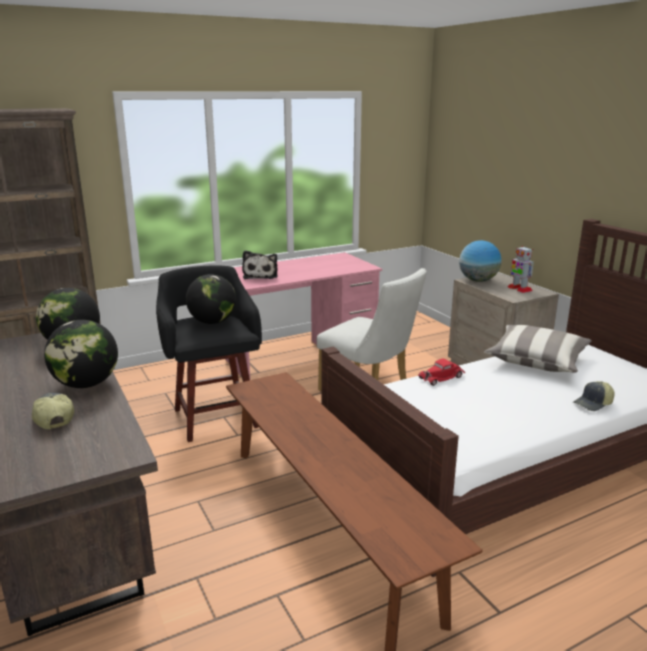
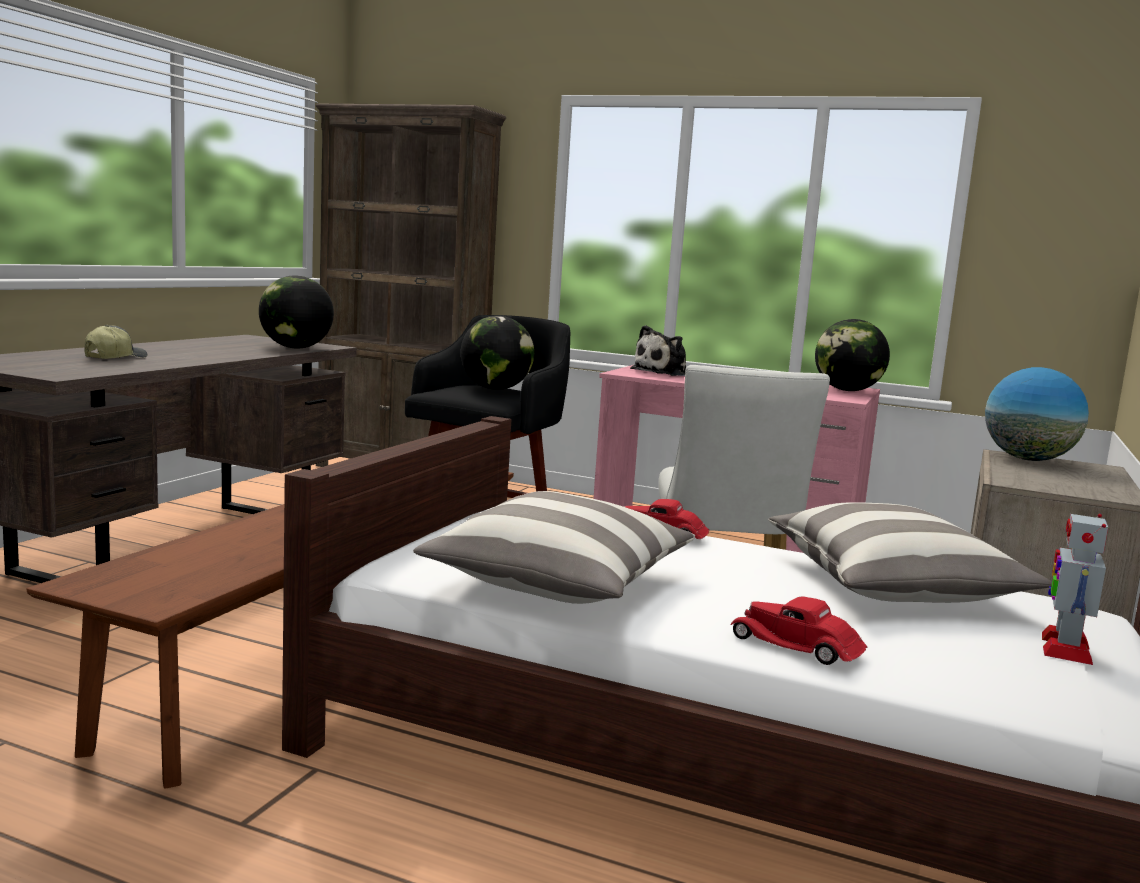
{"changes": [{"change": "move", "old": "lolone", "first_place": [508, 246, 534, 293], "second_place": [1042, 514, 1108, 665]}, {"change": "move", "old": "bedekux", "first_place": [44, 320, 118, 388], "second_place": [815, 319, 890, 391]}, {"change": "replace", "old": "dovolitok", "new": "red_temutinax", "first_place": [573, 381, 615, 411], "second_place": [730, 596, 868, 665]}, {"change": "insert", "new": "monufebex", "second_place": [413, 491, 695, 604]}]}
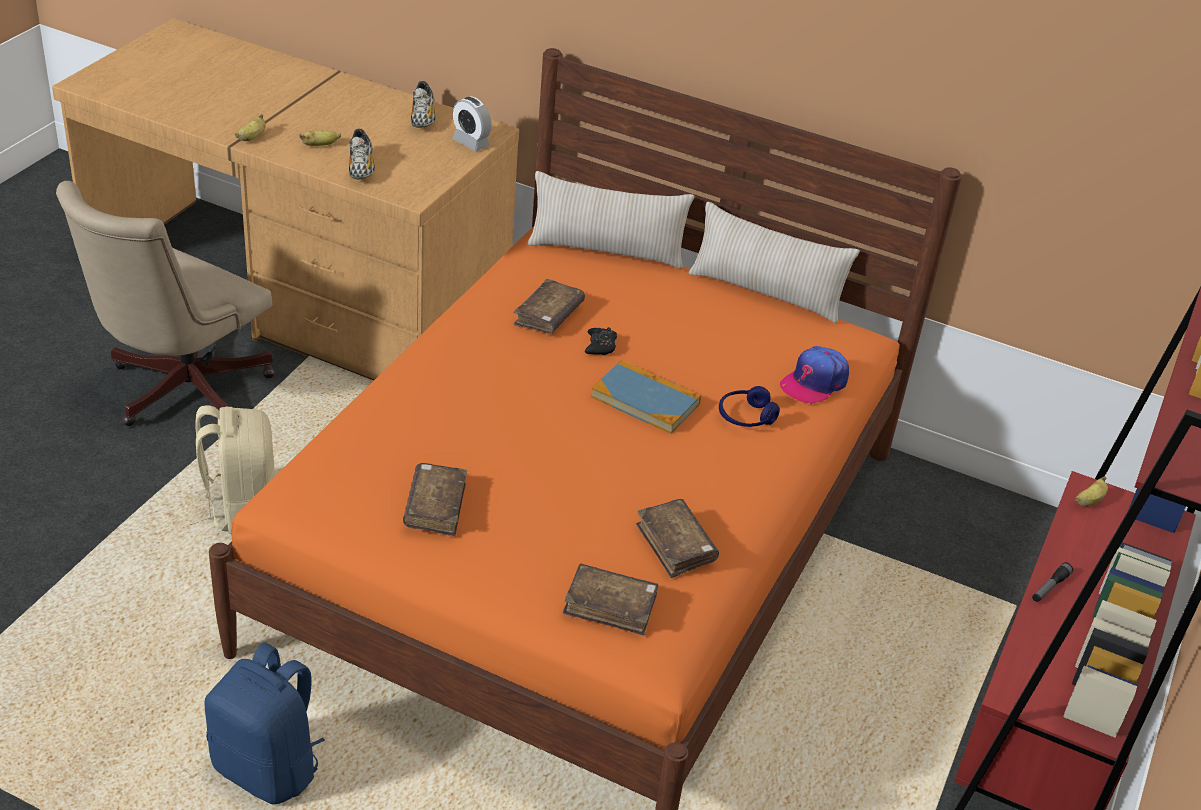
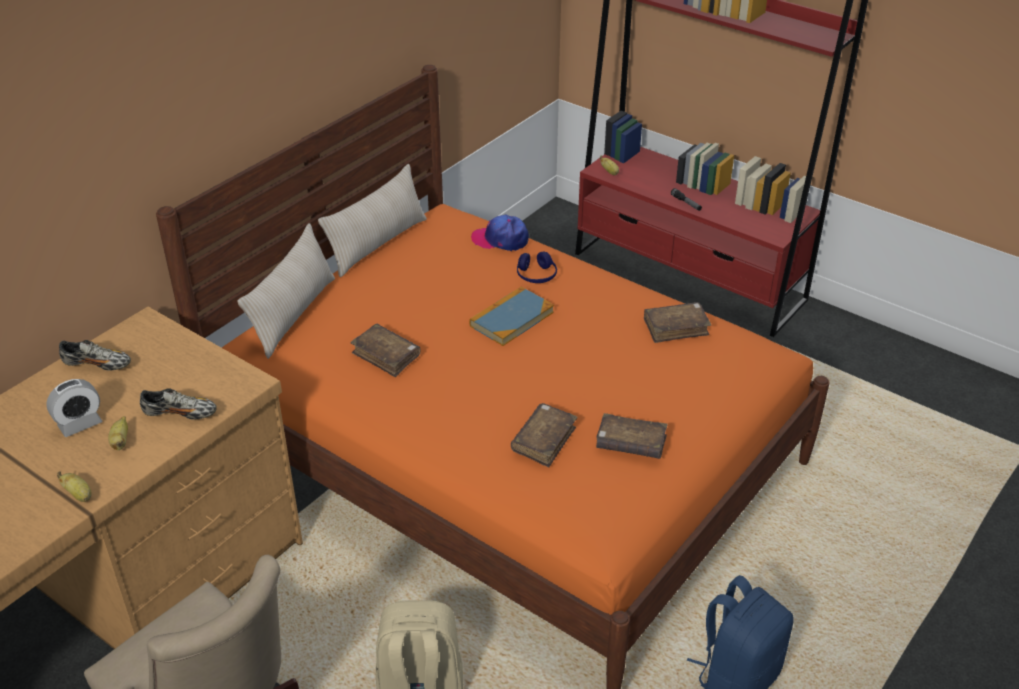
{"changes": [{"change": "move", "old": "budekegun", "first_place": [452, 97, 491, 151], "second_place": [46, 379, 102, 437]}, {"change": "delete", "old": "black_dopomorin", "first_place": [585, 327, 617, 355]}, {"change": "rotate", "old": "dovolitok", "first_place": [780, 346, 849, 404], "second_place": [471, 214, 529, 251], "degrees": 135}, {"change": "move", "old": "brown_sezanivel", "first_place": [563, 563, 658, 635], "second_place": [511, 403, 577, 467]}]}
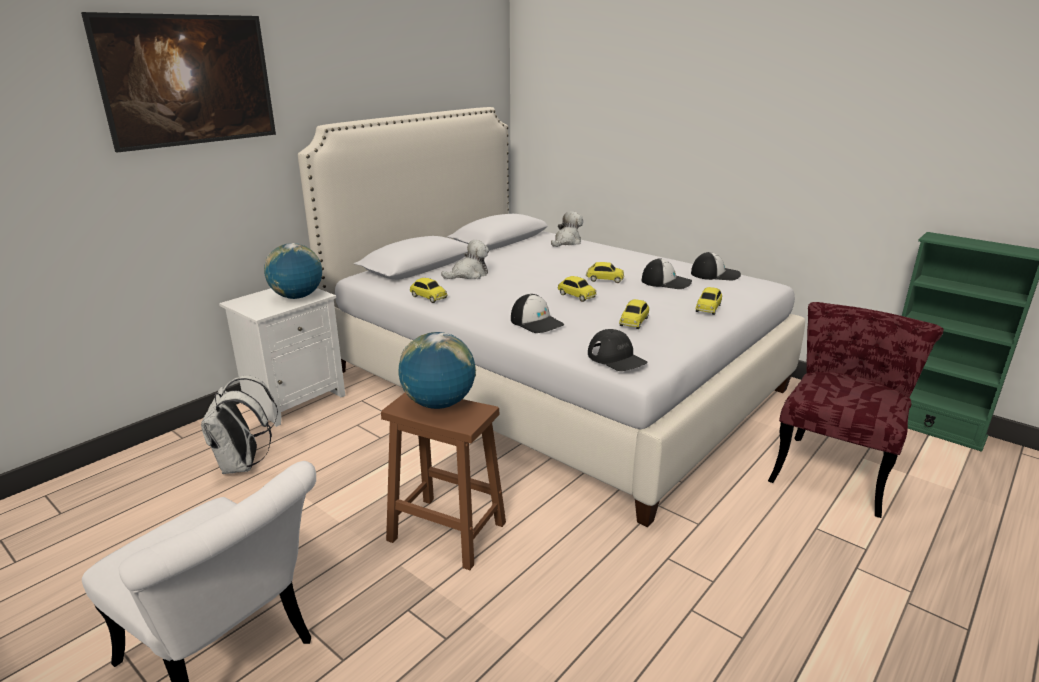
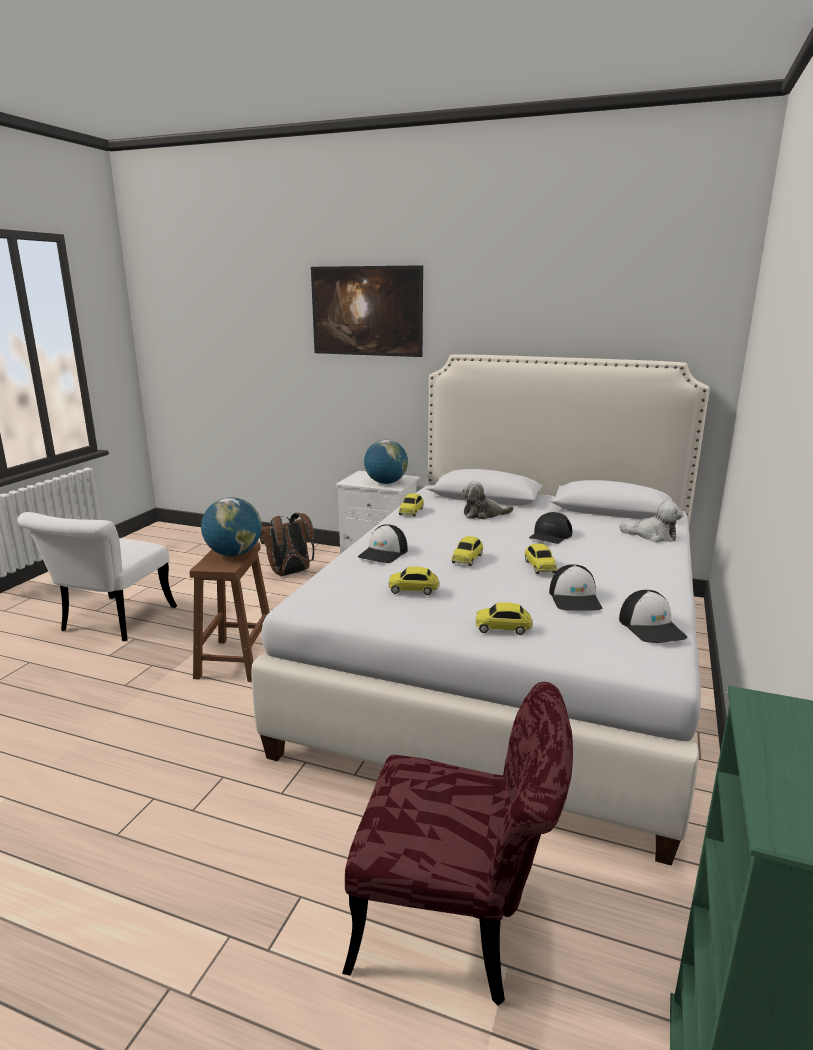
{"changes": [{"change": "rotate", "old": "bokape", "first_place": [441, 240, 489, 279], "second_place": [461, 481, 514, 519], "degrees": 135}, {"change": "move", "old": "black_dovolitok", "first_place": [588, 329, 647, 371], "second_place": [529, 512, 572, 544]}, {"change": "recolor", "old": "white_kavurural", "new": "brown_kavurural", "first_place": [201, 375, 278, 474], "second_place": [260, 513, 314, 576]}]}
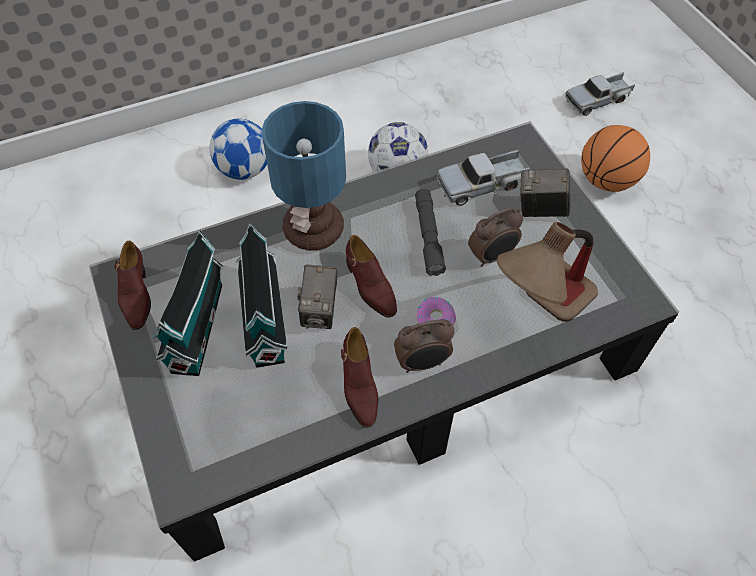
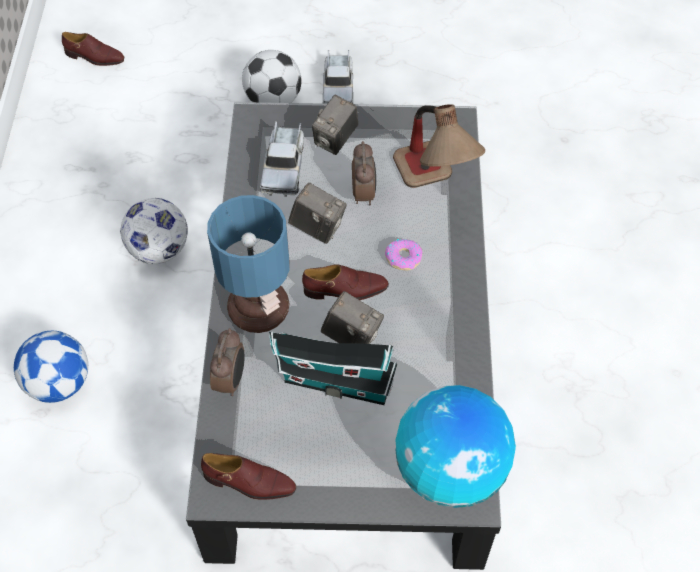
{"changes": [{"change": "move", "old": "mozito", "first_place": [565, 72, 635, 116], "second_place": [323, 50, 353, 104]}, {"change": "replace", "old": "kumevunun", "new": "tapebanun", "first_place": [581, 125, 650, 192], "second_place": [242, 50, 302, 103]}, {"change": "replace", "old": "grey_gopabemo", "new": "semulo", "first_place": [415, 189, 446, 276], "second_place": [288, 183, 347, 244]}, {"change": "delete", "old": "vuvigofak", "first_place": [153, 230, 223, 376]}, {"change": "move", "old": "budekegun", "first_place": [394, 319, 454, 373], "second_place": [210, 328, 244, 396]}, {"change": "move", "old": "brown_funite", "first_place": [341, 327, 378, 428], "second_place": [62, 32, 124, 66]}, {"change": "insert", "new": "bedekux", "second_place": [395, 385, 516, 508]}]}
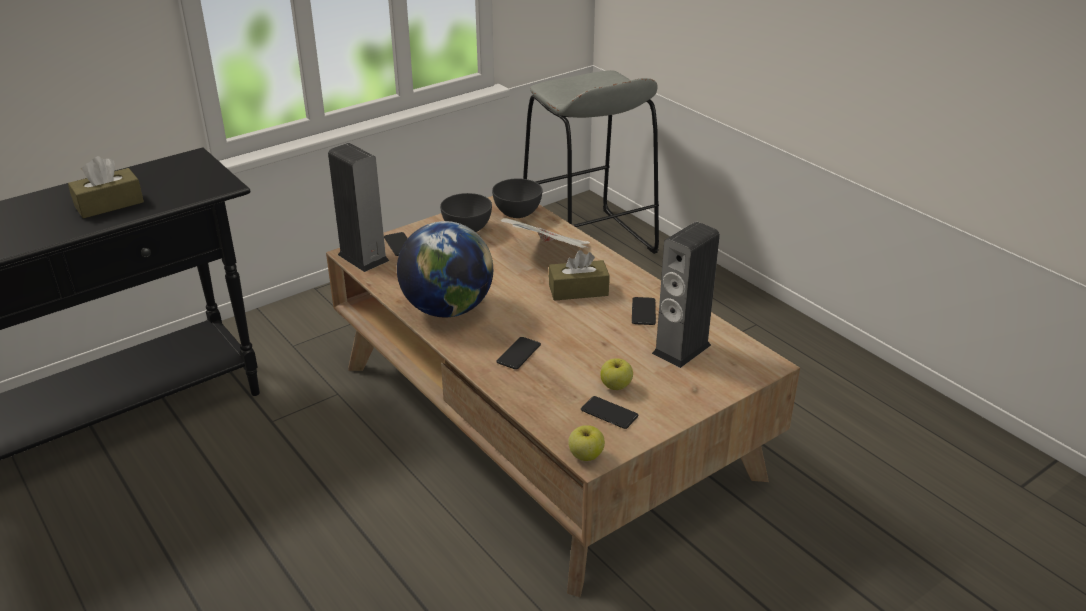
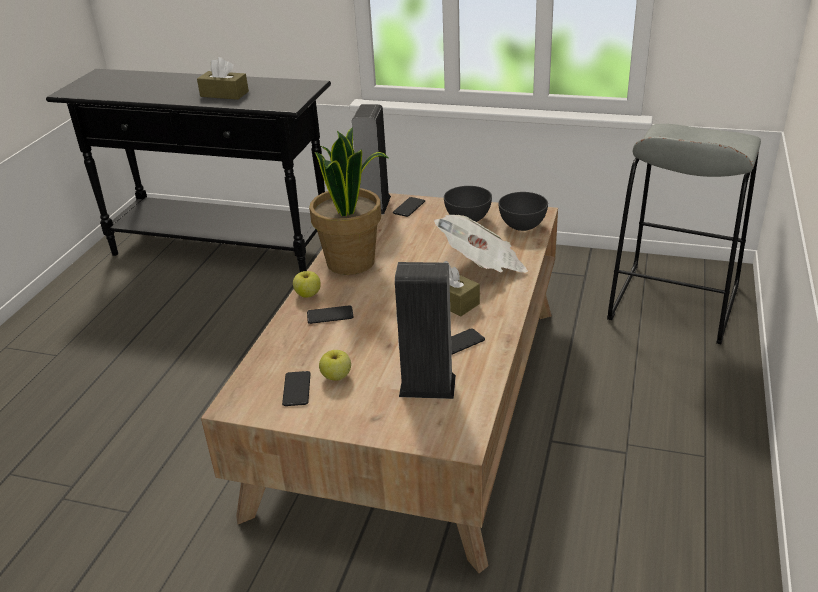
{"changes": [{"change": "replace", "old": "bedekux", "new": "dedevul", "first_place": [397, 221, 493, 317], "second_place": [309, 127, 388, 275]}, {"change": "move", "old": "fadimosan", "first_place": [568, 425, 605, 461], "second_place": [293, 271, 321, 298]}]}
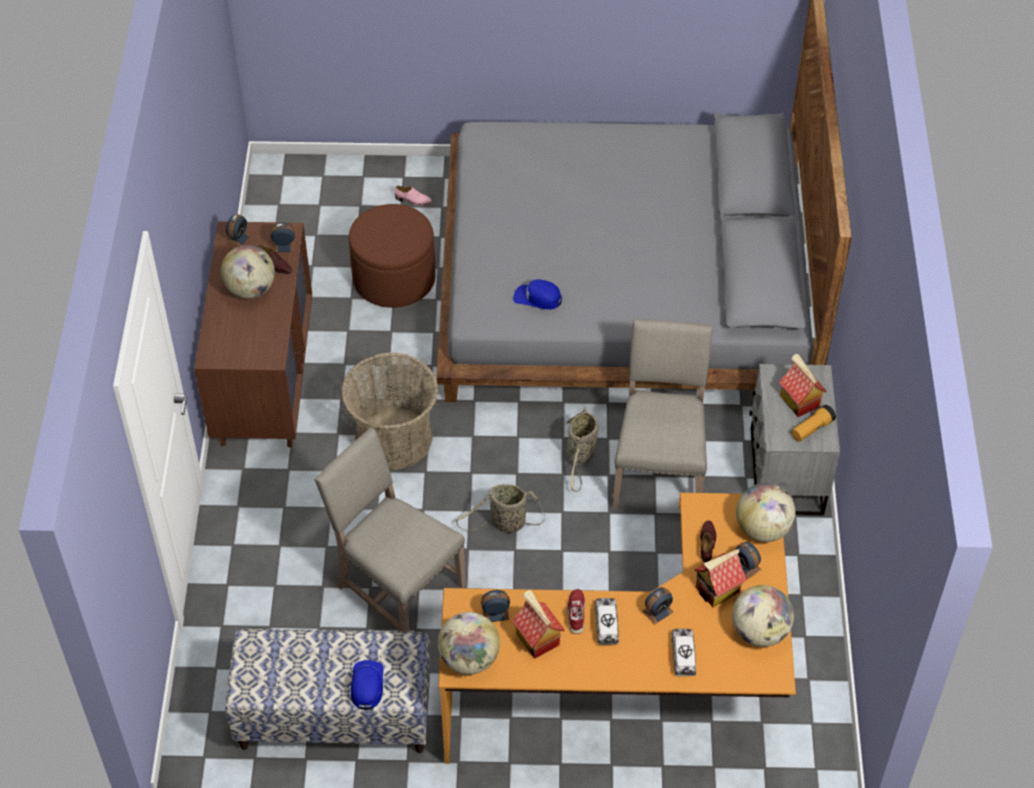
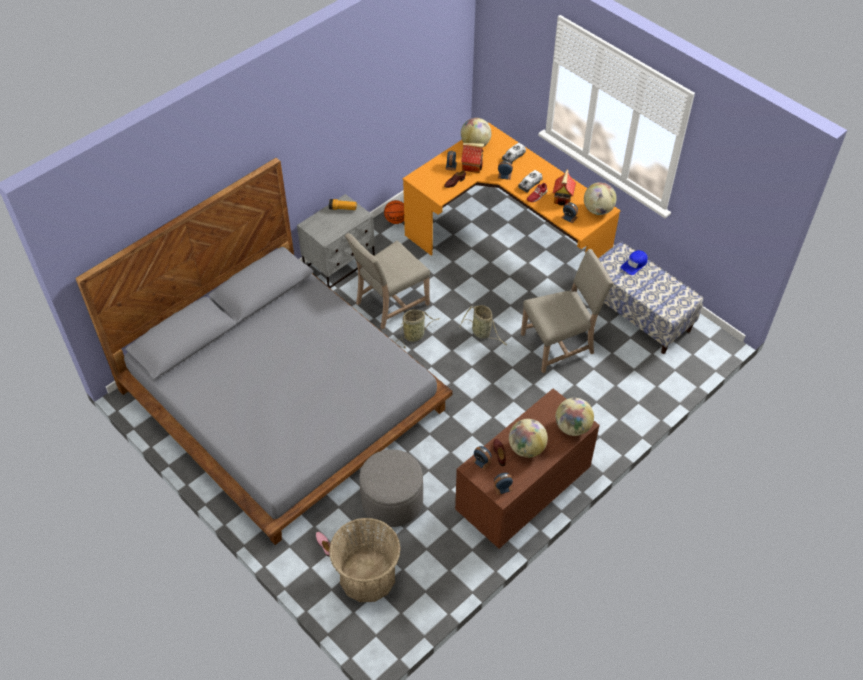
{"changes": [{"change": "recolor", "old": "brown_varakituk", "new": "grey_varakituk", "first_place": [349, 204, 436, 308], "second_place": [359, 449, 423, 527]}, {"change": "delete", "old": "blue_dovolitok", "first_place": [513, 279, 562, 310]}, {"change": "move", "old": "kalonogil", "first_place": [341, 353, 438, 471], "second_place": [329, 518, 401, 602]}, {"change": "delete", "old": "vuvigofak", "first_place": [779, 354, 827, 417]}, {"change": "rotate", "old": "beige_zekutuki", "first_place": [314, 428, 466, 632], "second_place": [521, 249, 614, 373], "degrees": -105}, {"change": "move", "old": "bedekux", "first_place": [736, 483, 796, 542], "second_place": [556, 398, 594, 436]}, {"change": "insert", "new": "kumevunun", "second_place": [384, 200, 404, 224]}]}
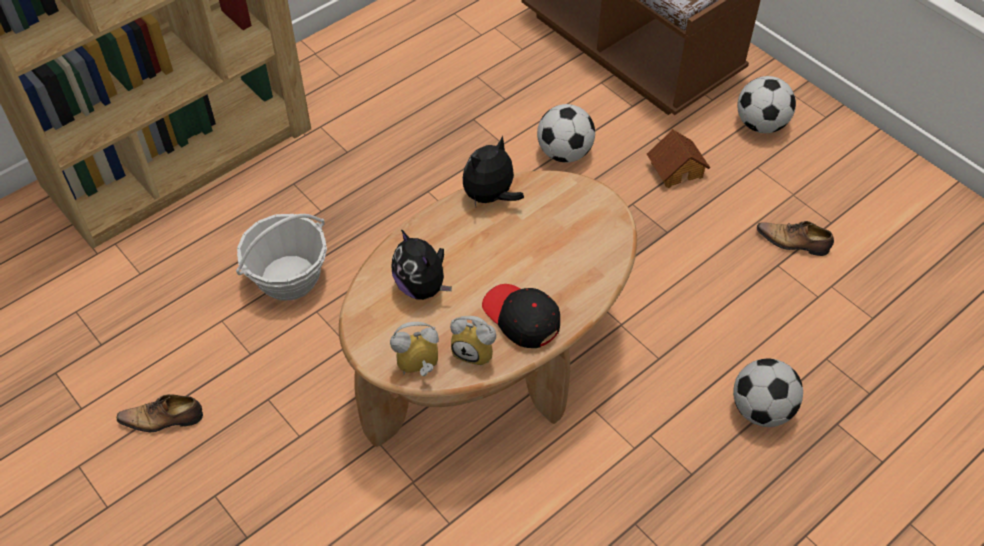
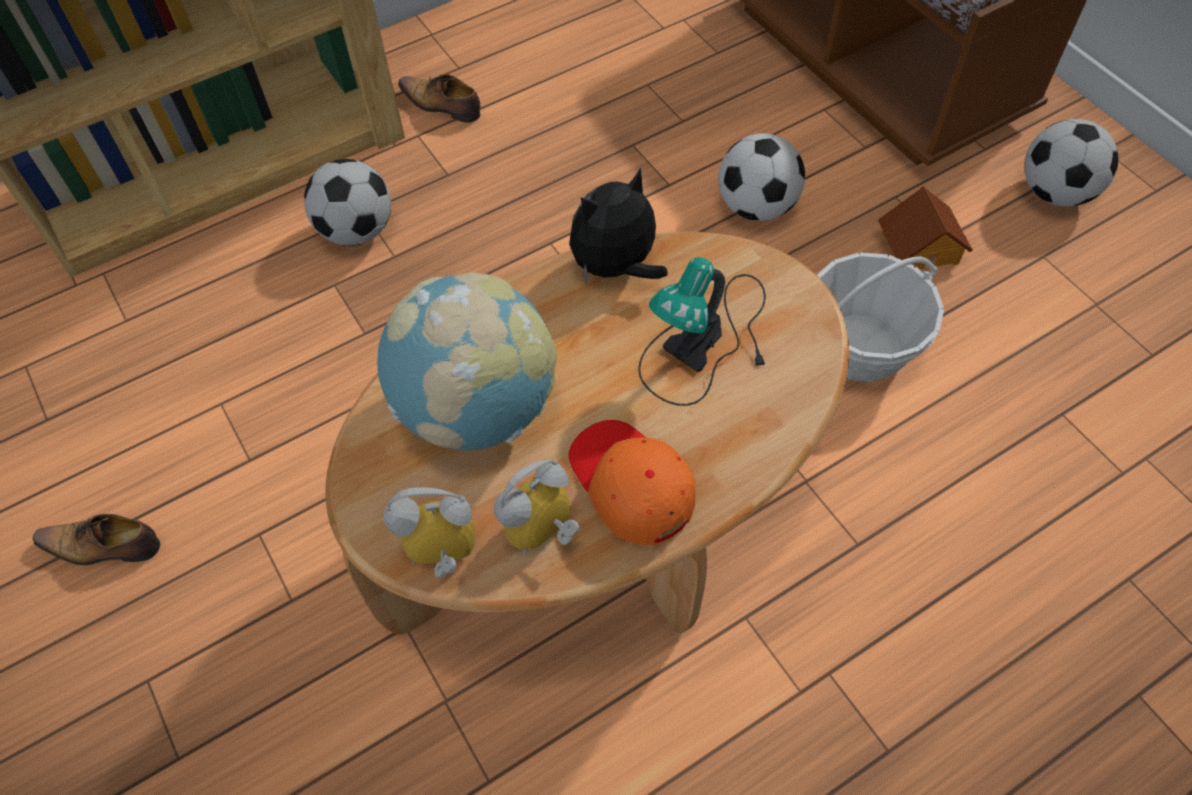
{"changes": [{"change": "move", "old": "kalonogil", "first_place": [236, 214, 327, 300], "second_place": [817, 252, 944, 382]}, {"change": "move", "old": "funite", "first_place": [757, 221, 834, 256], "second_place": [398, 74, 480, 123]}, {"change": "replace", "old": "bokape", "new": "bedekux", "first_place": [391, 229, 452, 300], "second_place": [377, 273, 557, 450]}, {"change": "recolor", "old": "black_dovolitok", "new": "orange_dovolitok", "first_place": [482, 284, 560, 348], "second_place": [568, 420, 695, 545]}, {"change": "rotate", "old": "budekegun", "first_place": [450, 316, 496, 366], "second_place": [494, 459, 579, 555], "degrees": 105}, {"change": "move", "old": "tapebanun", "first_place": [733, 358, 803, 427], "second_place": [304, 159, 391, 246]}, {"change": "insert", "new": "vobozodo", "second_place": [638, 257, 766, 406]}]}
